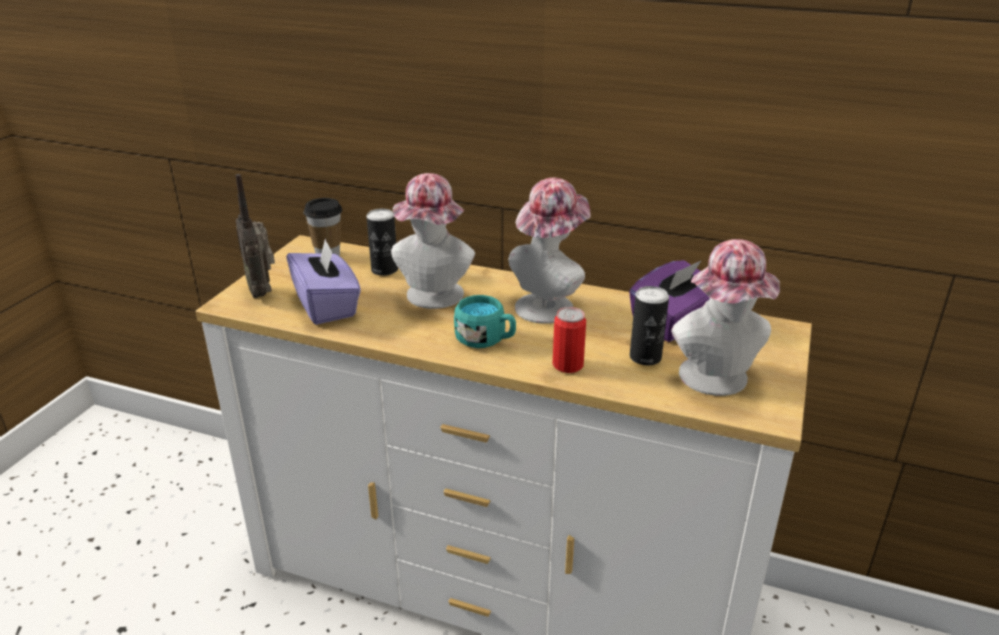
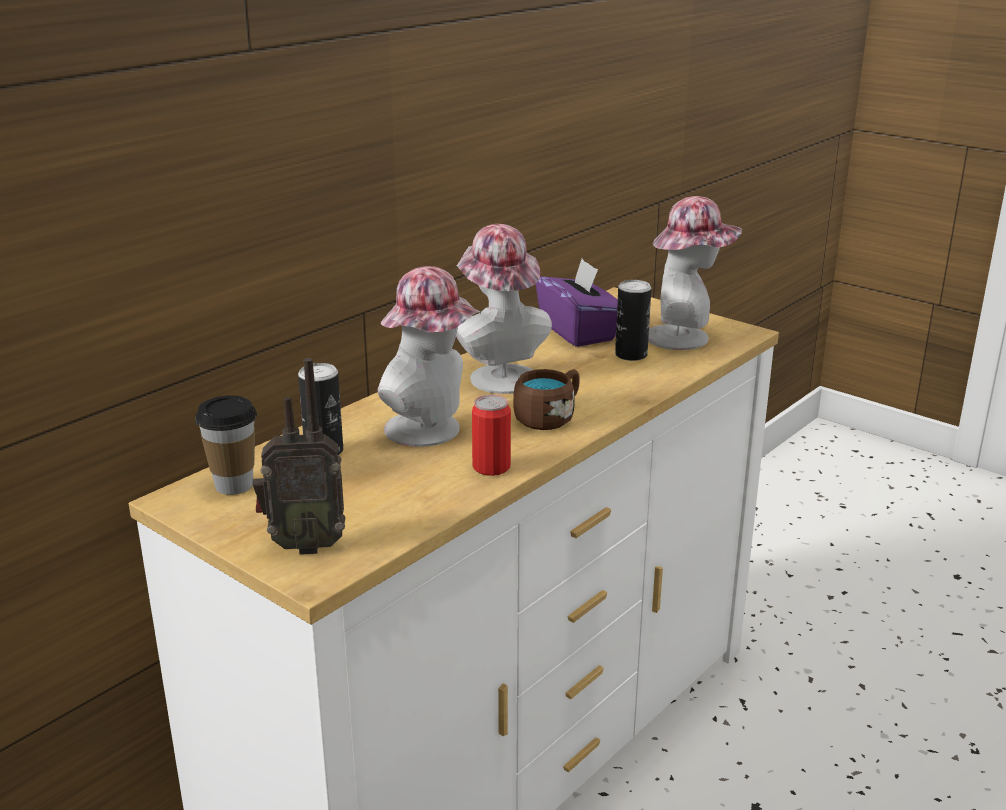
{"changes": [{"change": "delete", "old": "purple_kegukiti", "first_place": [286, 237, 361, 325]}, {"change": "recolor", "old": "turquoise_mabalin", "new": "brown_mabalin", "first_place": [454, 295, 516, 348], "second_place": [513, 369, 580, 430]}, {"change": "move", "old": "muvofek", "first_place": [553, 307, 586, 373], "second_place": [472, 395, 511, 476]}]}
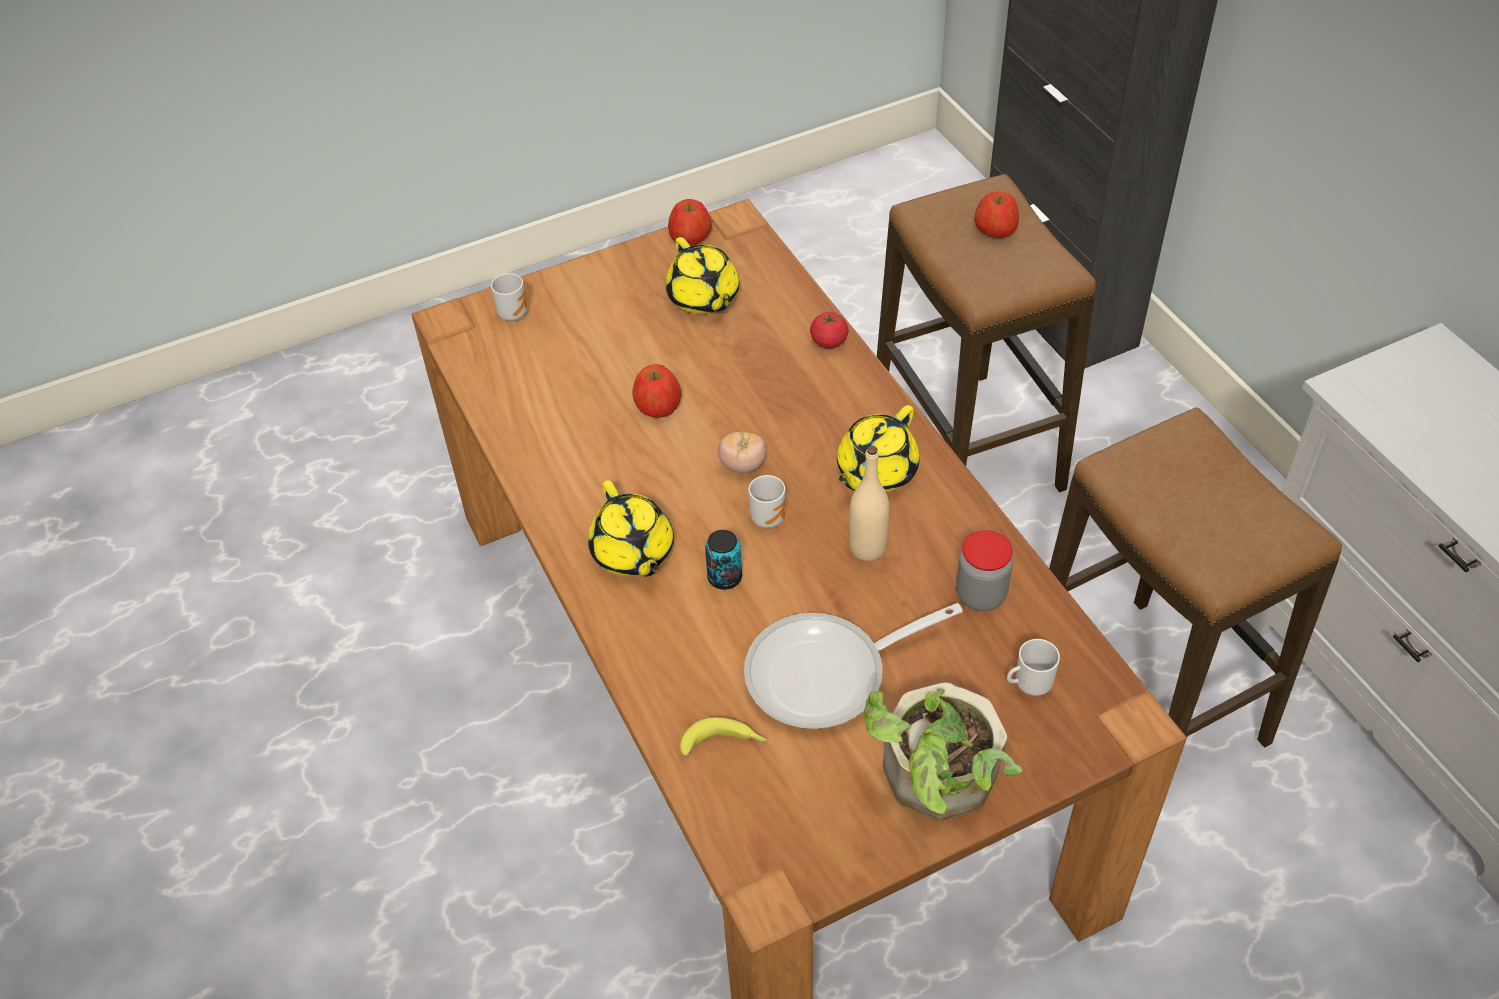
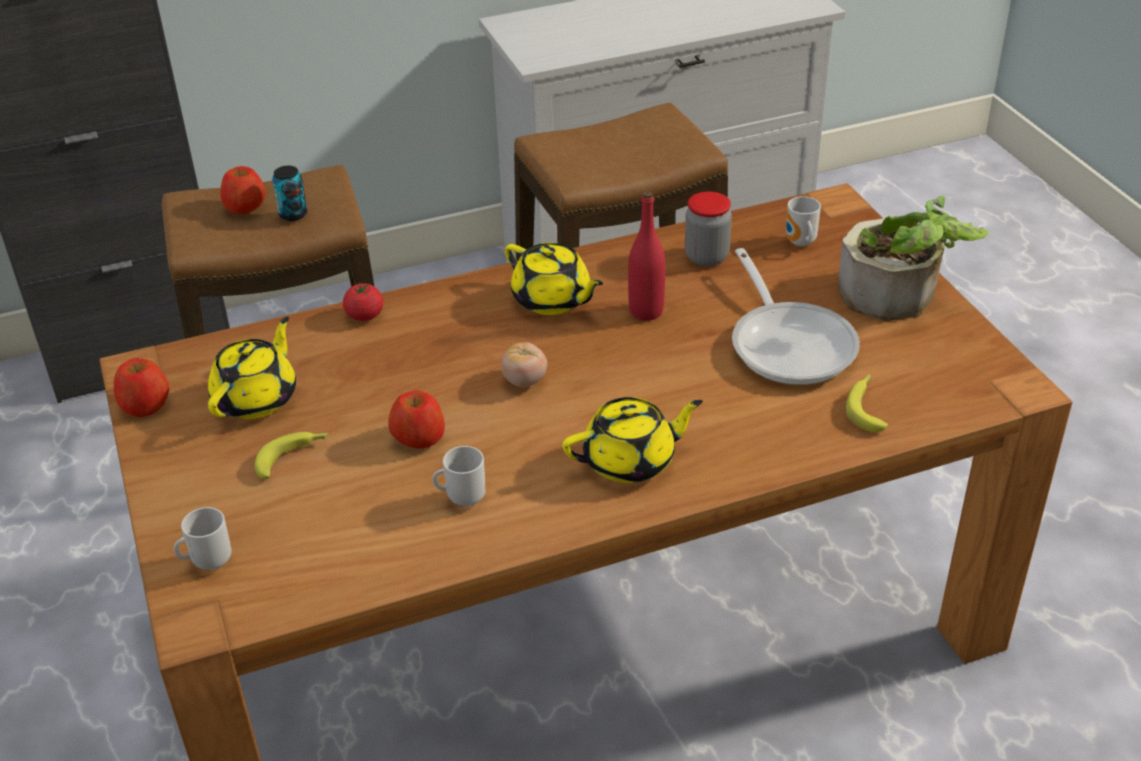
{"changes": [{"change": "rotate", "old": "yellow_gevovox", "first_place": [666, 237, 739, 314], "second_place": [208, 317, 296, 419], "degrees": -45}, {"change": "recolor", "old": "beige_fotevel", "new": "red_fotevel", "first_place": [849, 445, 889, 561], "second_place": [628, 191, 665, 321]}, {"change": "move", "old": "mabalin", "first_place": [749, 475, 785, 528], "second_place": [432, 446, 486, 506]}, {"change": "move", "old": "muvofek", "first_place": [705, 530, 742, 590], "second_place": [272, 166, 307, 221]}, {"change": "insert", "new": "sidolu", "second_place": [255, 432, 328, 479]}]}
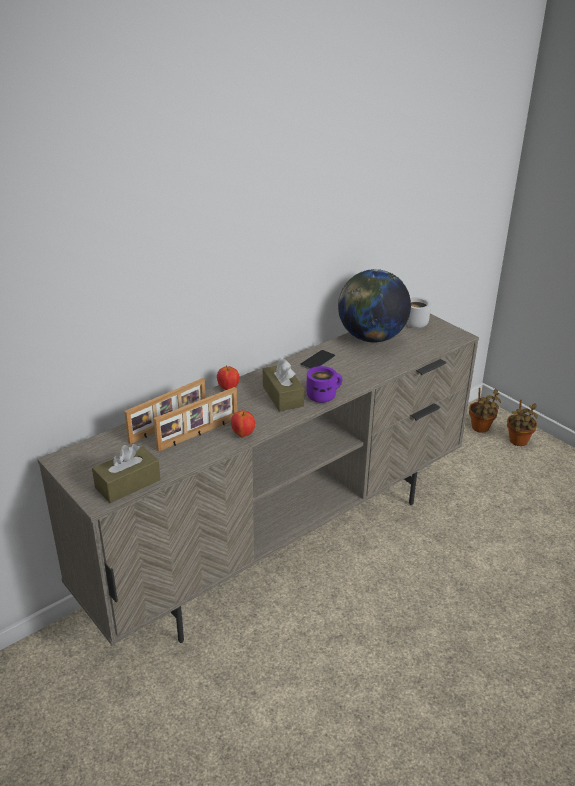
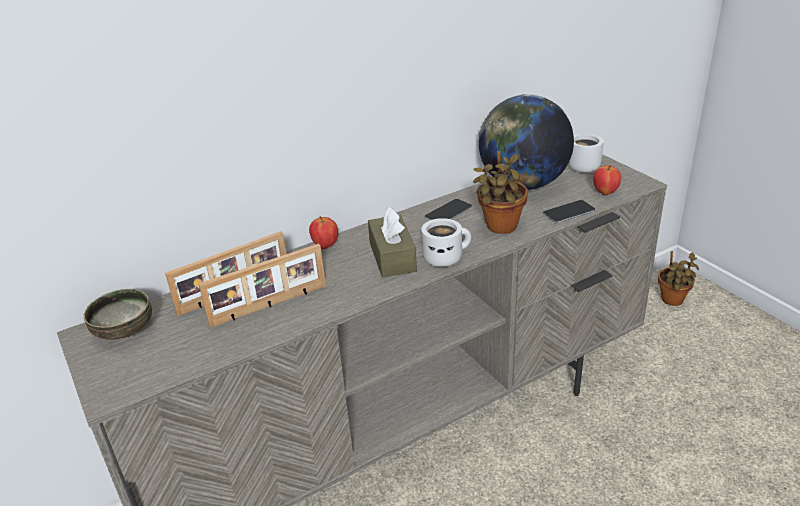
{"changes": [{"change": "recolor", "old": "purple_mabalin", "new": "white_mabalin", "first_place": [306, 366, 342, 403], "second_place": [421, 218, 471, 267]}, {"change": "move", "old": "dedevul", "first_place": [507, 400, 538, 446], "second_place": [473, 151, 528, 234]}, {"change": "move", "old": "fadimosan", "first_place": [231, 410, 255, 437], "second_place": [593, 165, 621, 195]}, {"change": "delete", "old": "brown_kegukiti", "first_place": [92, 444, 161, 503]}, {"change": "insert", "new": "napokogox", "second_place": [543, 200, 595, 223]}, {"change": "insert", "new": "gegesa", "second_place": [84, 289, 152, 340]}]}
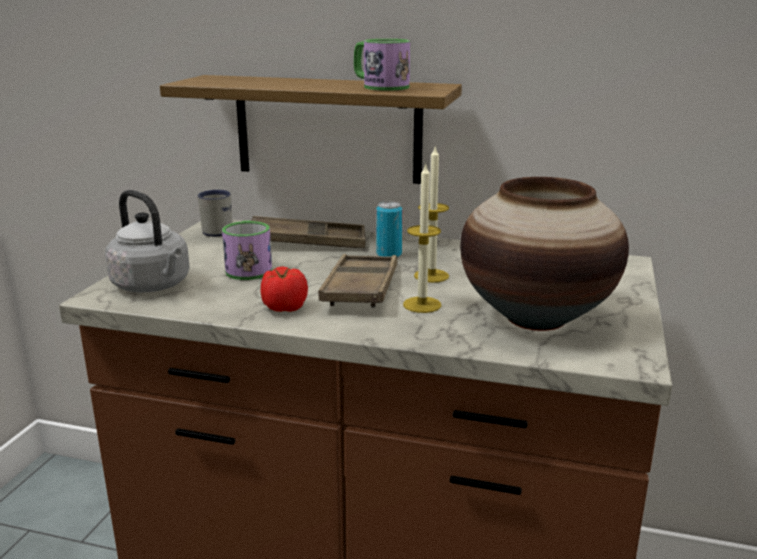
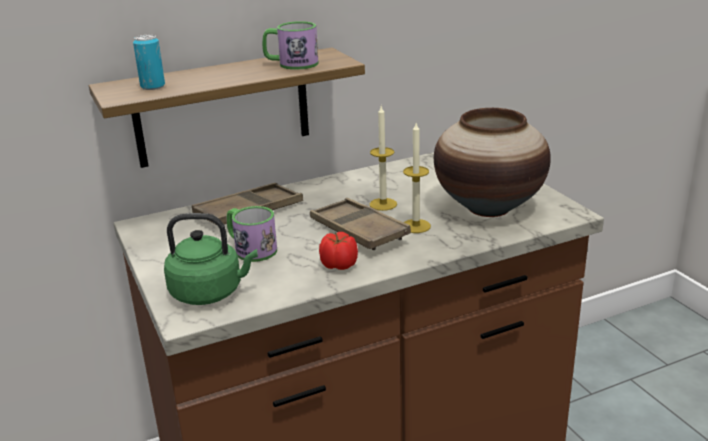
{"changes": [{"change": "recolor", "old": "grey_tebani", "new": "green_tebani", "first_place": [105, 190, 190, 293], "second_place": [164, 213, 258, 305]}, {"change": "delete", "old": "white_mabalin", "first_place": [198, 190, 232, 237]}, {"change": "move", "old": "muvofek", "first_place": [376, 201, 402, 258], "second_place": [133, 35, 165, 90]}]}
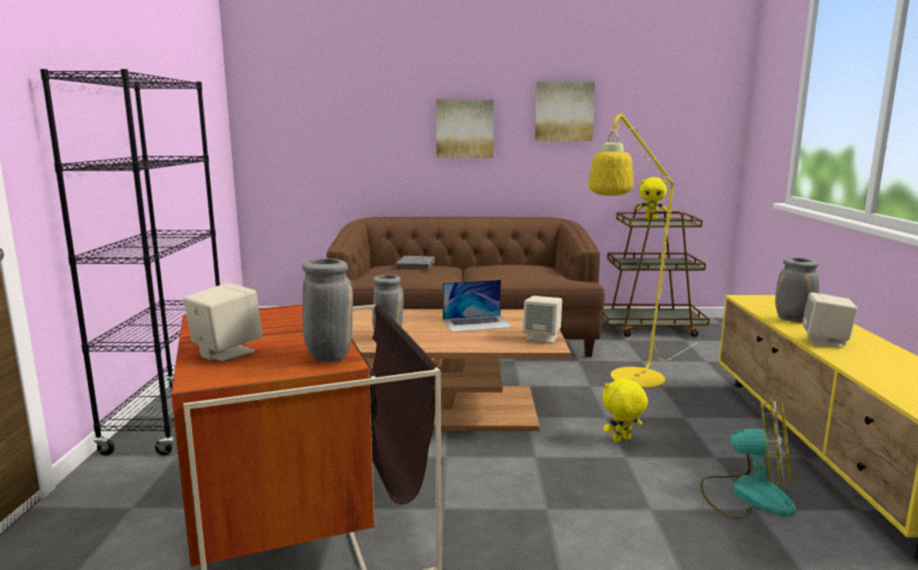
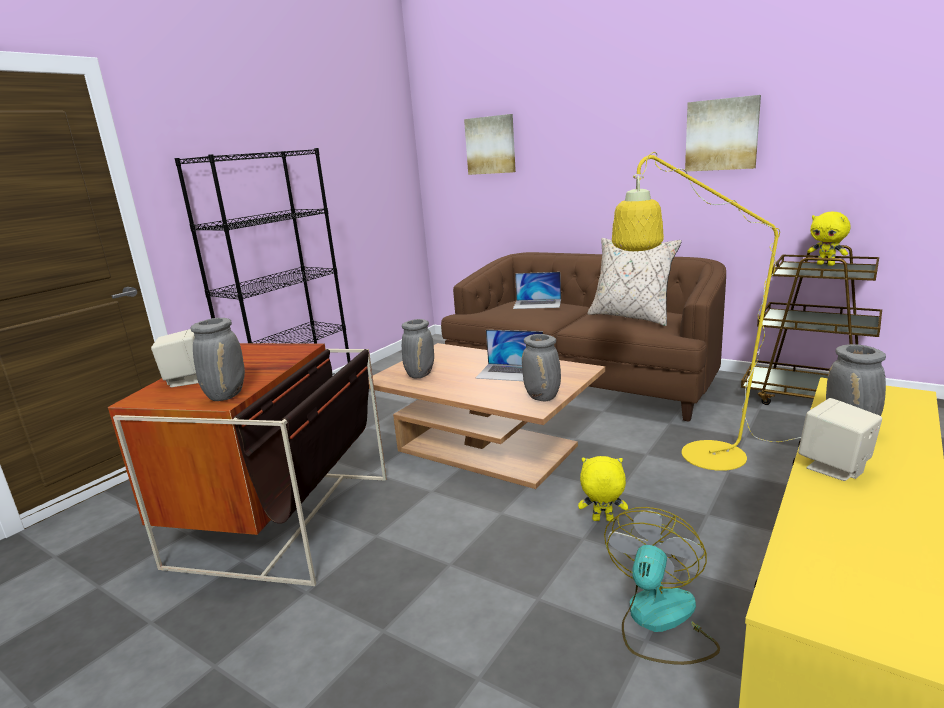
{"changes": [{"change": "move", "old": "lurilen", "first_place": [436, 99, 494, 158], "second_place": [464, 114, 516, 175]}, {"change": "replace", "old": "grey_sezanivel", "new": "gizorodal", "first_place": [396, 256, 435, 270], "second_place": [513, 272, 561, 309]}, {"change": "replace", "old": "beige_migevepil", "new": "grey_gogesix", "first_place": [523, 296, 562, 343], "second_place": [522, 334, 561, 402]}, {"change": "rotate", "old": "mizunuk", "first_place": [700, 397, 796, 519], "second_place": [604, 507, 720, 665], "degrees": -120}, {"change": "insert", "new": "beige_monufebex", "second_place": [588, 238, 682, 326]}]}
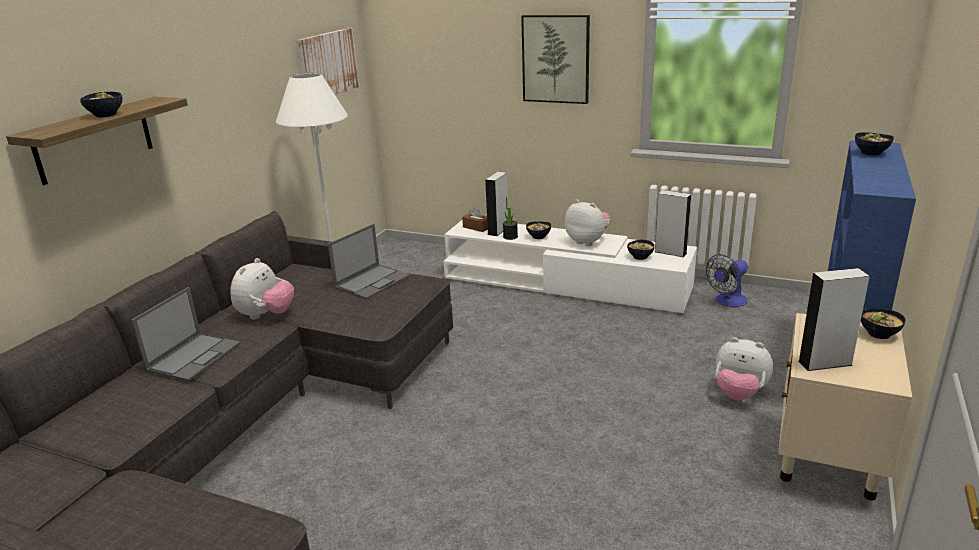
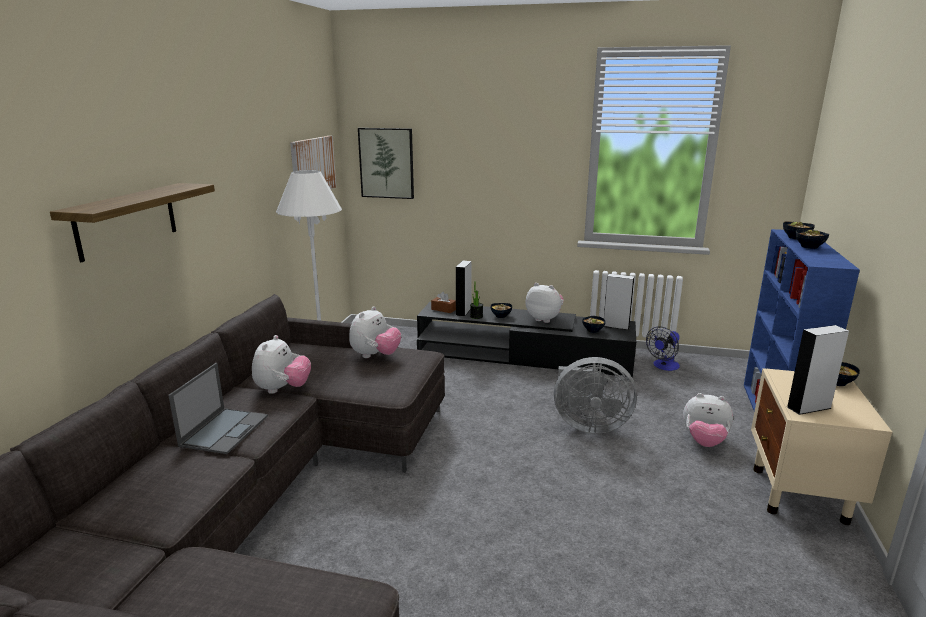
{"changes": [{"change": "move", "old": "lurilen", "first_place": [521, 15, 590, 104], "second_place": [358, 128, 414, 199]}, {"change": "move", "old": "gegesa", "first_place": [80, 92, 123, 117], "second_place": [795, 229, 829, 249]}, {"change": "recolor", "old": "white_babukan", "new": "black_babukan", "first_place": [443, 220, 697, 313], "second_place": [417, 302, 636, 377]}, {"change": "replace", "old": "gizorodal", "new": "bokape", "first_place": [328, 224, 410, 299], "second_place": [349, 306, 401, 358]}, {"change": "insert", "new": "grey_mizunuk", "second_place": [554, 357, 637, 434]}]}
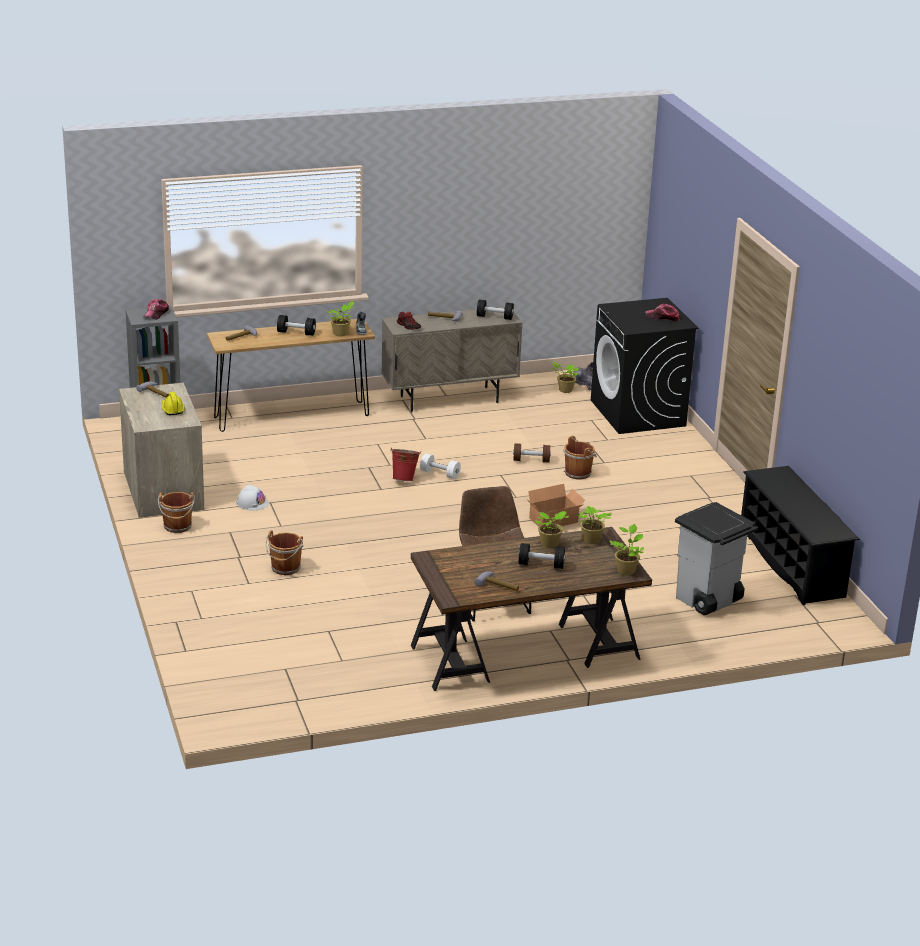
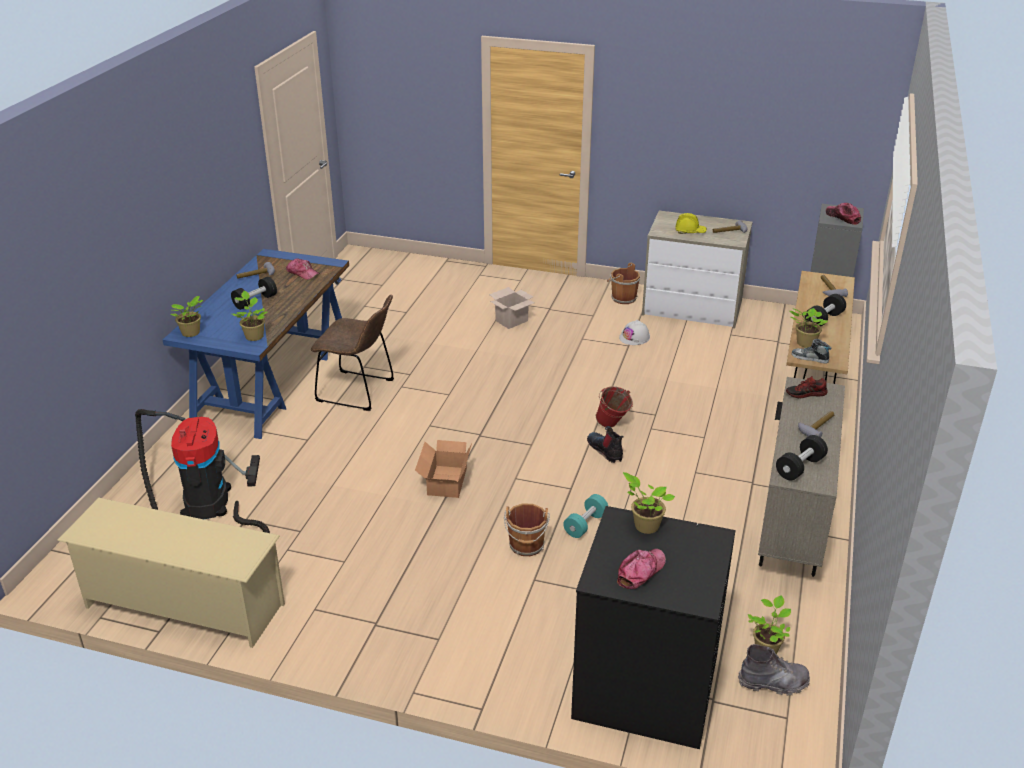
{"changes": [{"change": "recolor", "old": "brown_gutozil", "new": "turquoise_gutozil", "first_place": [513, 443, 551, 463], "second_place": [563, 494, 608, 538]}, {"change": "replace", "old": "white_gutozil", "new": "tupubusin", "first_place": [420, 454, 461, 479], "second_place": [587, 426, 624, 463]}, {"change": "recolor", "old": "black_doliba", "new": "beige_doliba", "first_place": [741, 466, 860, 605], "second_place": [57, 498, 285, 648]}, {"change": "replace", "old": "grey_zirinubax", "new": "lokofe", "first_place": [675, 502, 758, 615], "second_place": [135, 409, 270, 533]}, {"change": "move", "old": "dedevul", "first_place": [535, 511, 570, 548], "second_place": [623, 472, 675, 534]}, {"change": "recolor", "old": "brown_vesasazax", "new": "blue_vesasazax", "first_place": [411, 527, 652, 691], "second_place": [163, 249, 349, 439]}, {"change": "replace", "old": "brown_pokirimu", "new": "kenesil", "first_place": [266, 530, 303, 575], "second_place": [489, 287, 535, 329]}, {"change": "insert", "new": "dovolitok", "second_place": [286, 258, 320, 280]}]}
